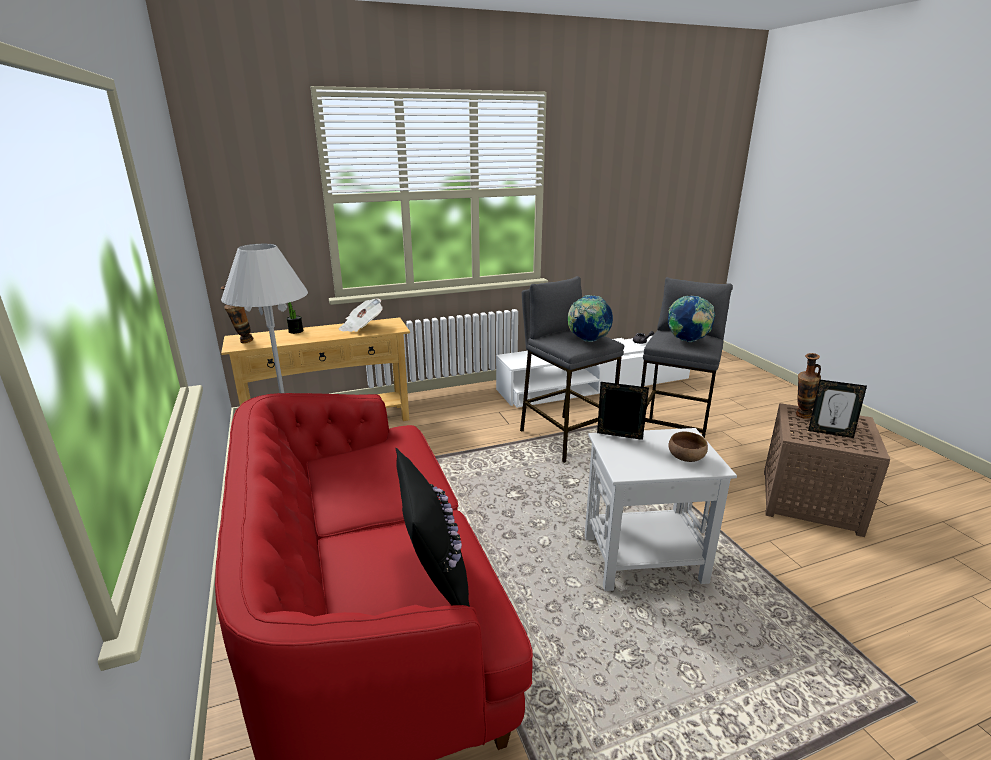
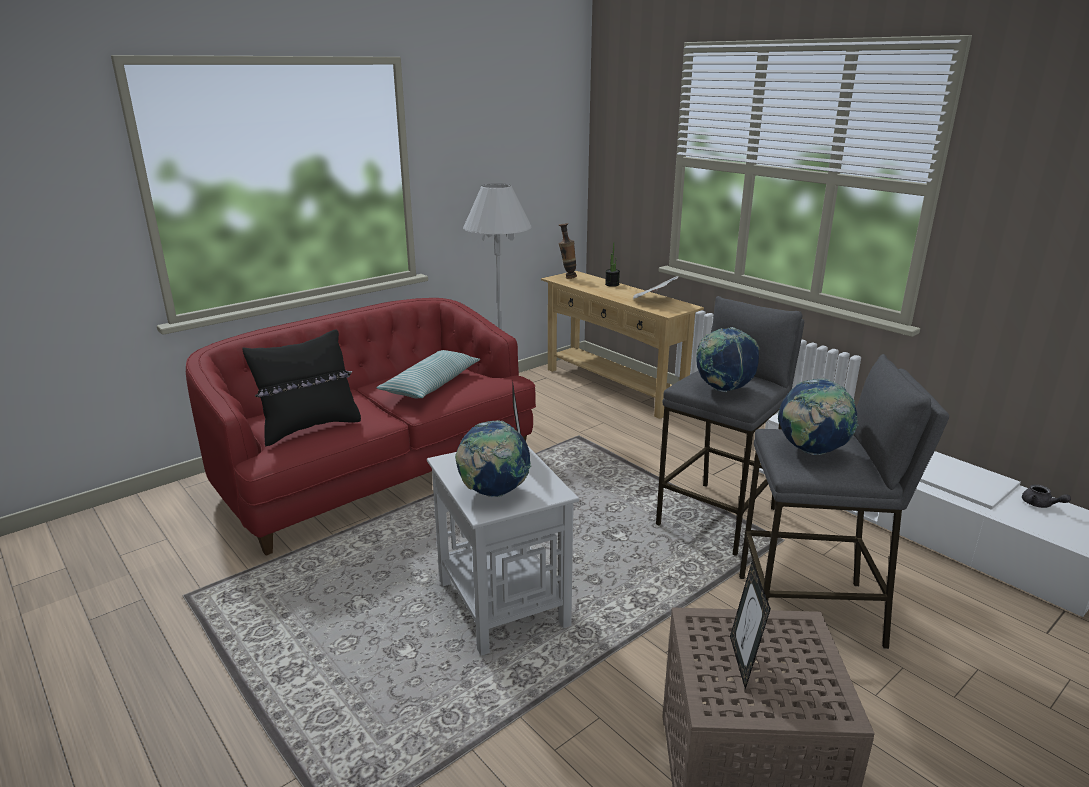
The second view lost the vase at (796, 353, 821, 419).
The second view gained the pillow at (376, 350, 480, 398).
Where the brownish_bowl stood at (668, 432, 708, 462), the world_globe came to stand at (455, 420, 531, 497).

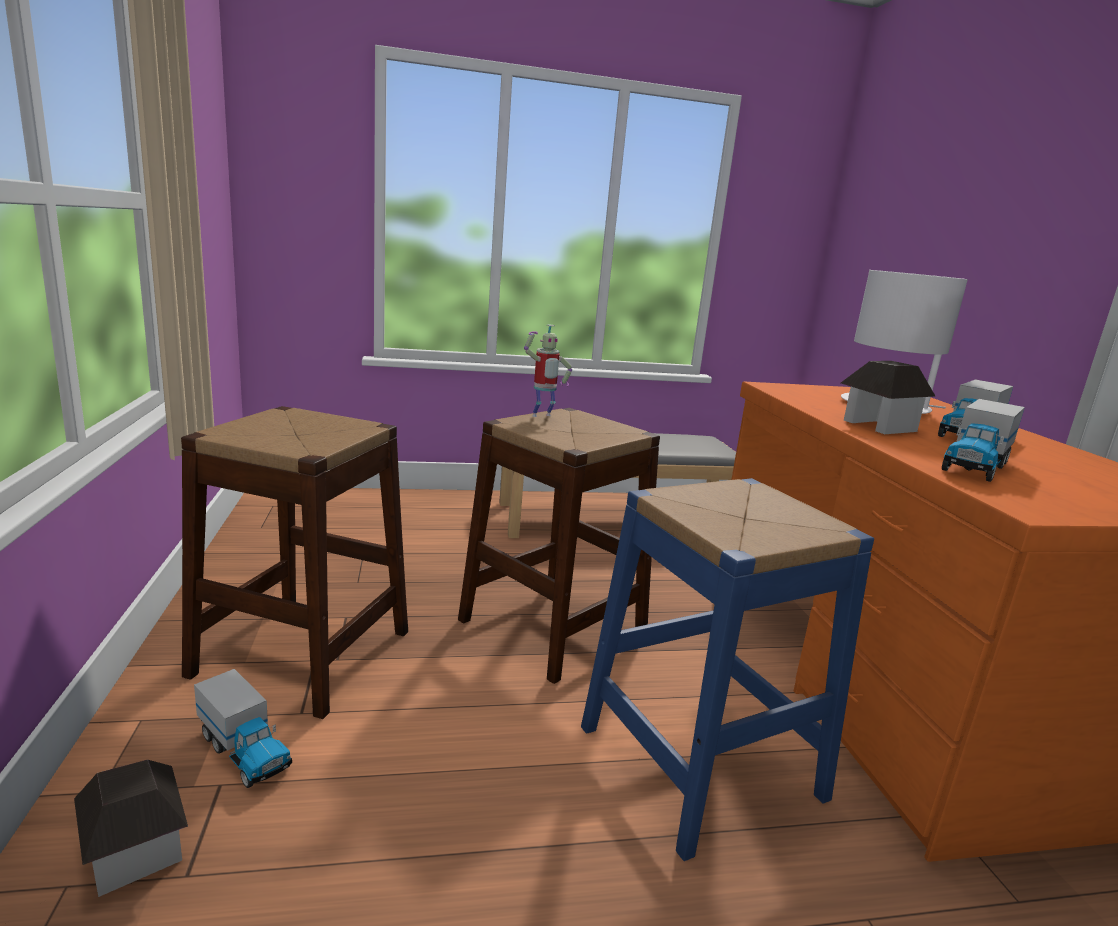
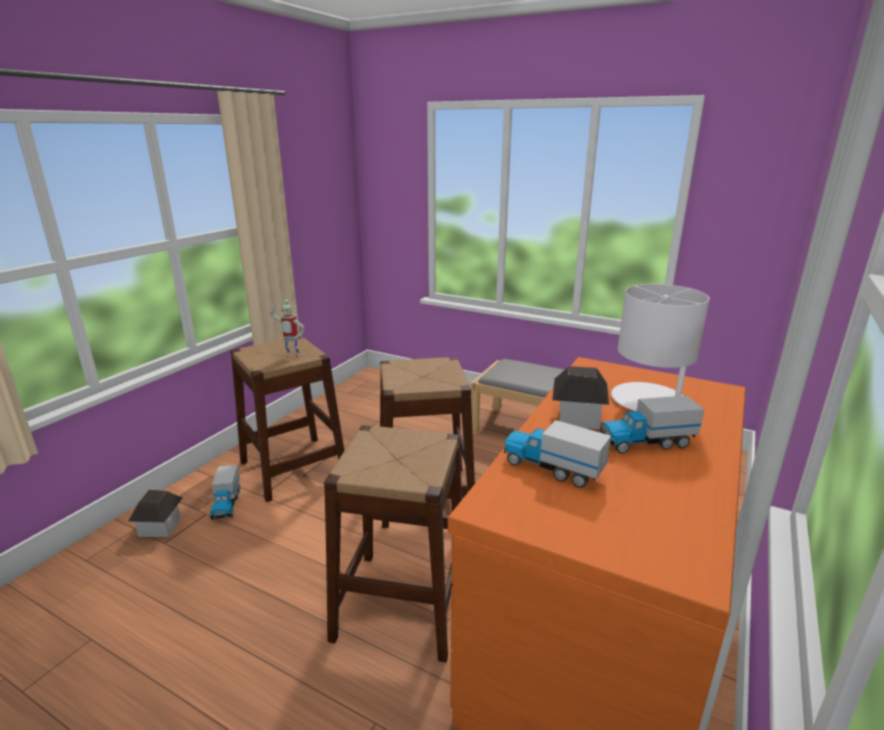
The toy_robot ended up elsewhere, having gone from (524, 325, 572, 417) to (270, 300, 305, 356).
What was the blue-coloured_stool at (581, 478, 874, 861) turned into the brownish_stool at (324, 425, 462, 663).
The toy_lorry at (942, 399, 1025, 482) ended up facing another way, 45 degrees clockwise from before.

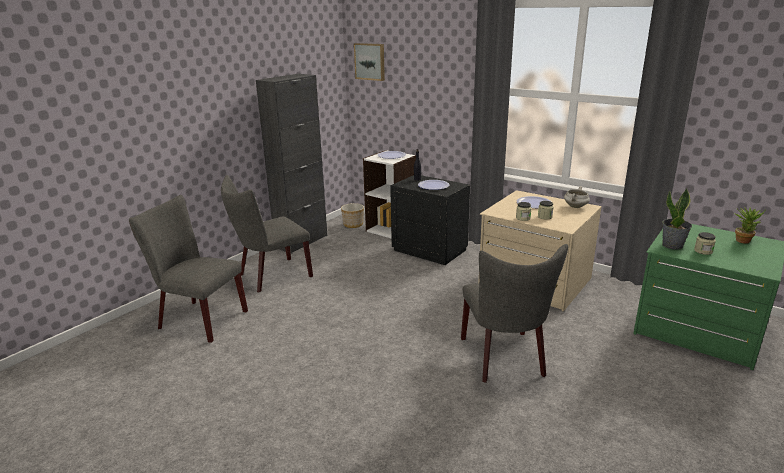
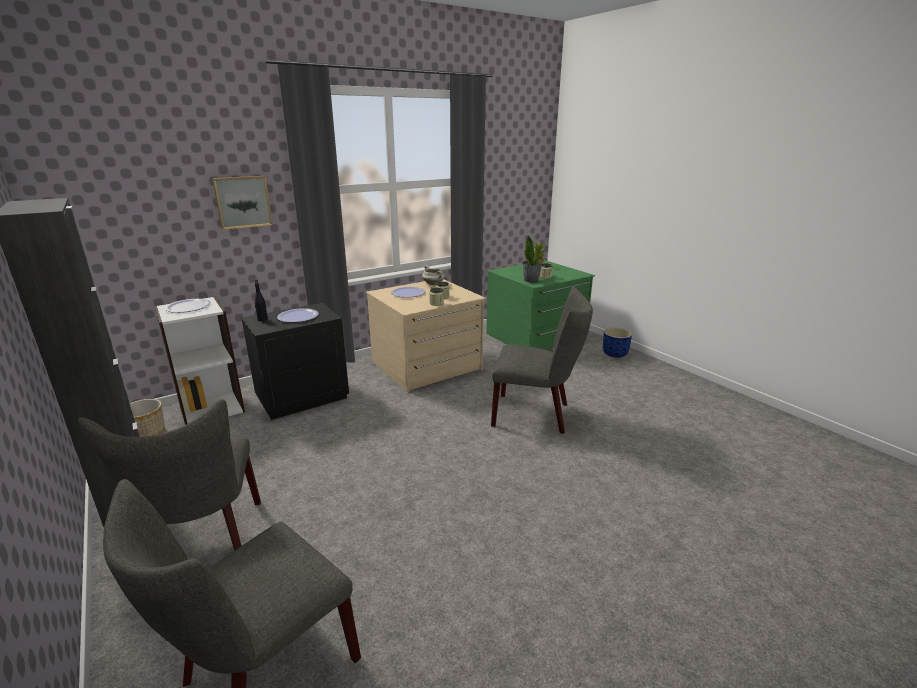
The second view gained the blue-coloured_flower_pot at (603, 328, 632, 358).
The picture ended up elsewhere, having gone from (354, 43, 385, 81) to (212, 176, 273, 230).

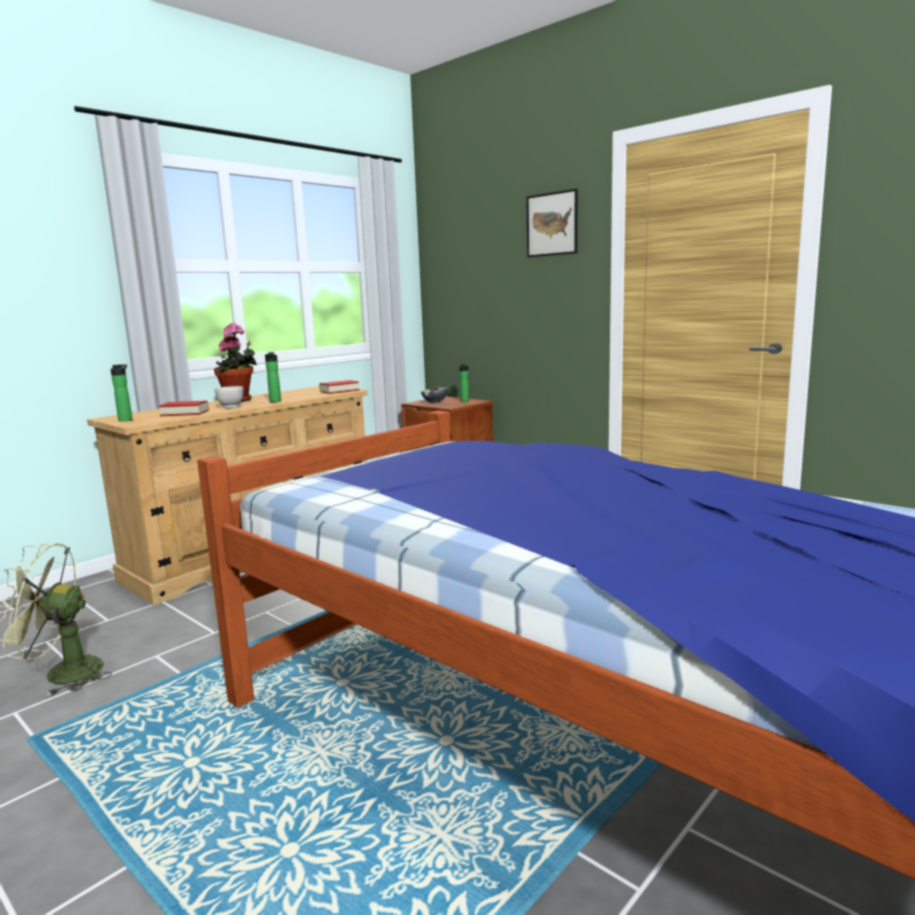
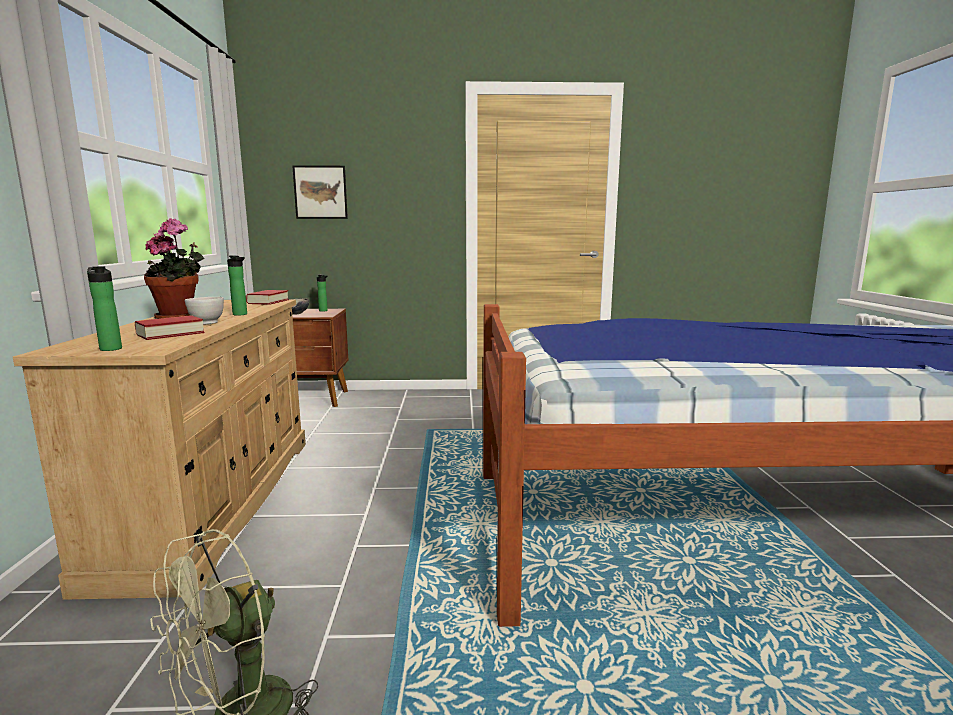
The picture ended up elsewhere, having gone from (526, 189, 578, 257) to (293, 165, 348, 219).

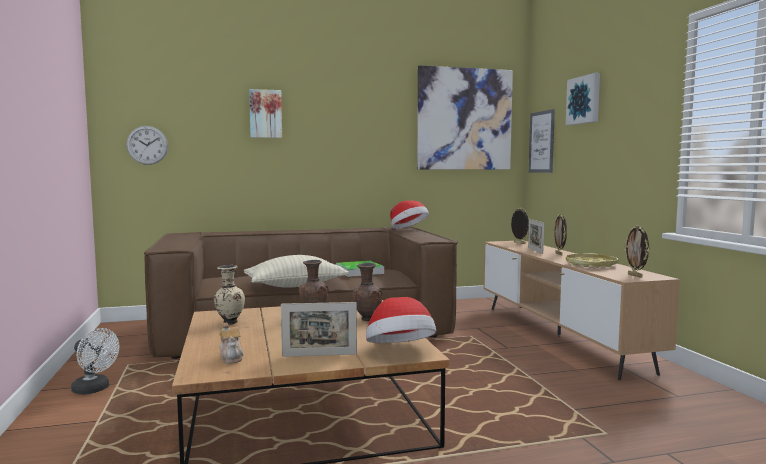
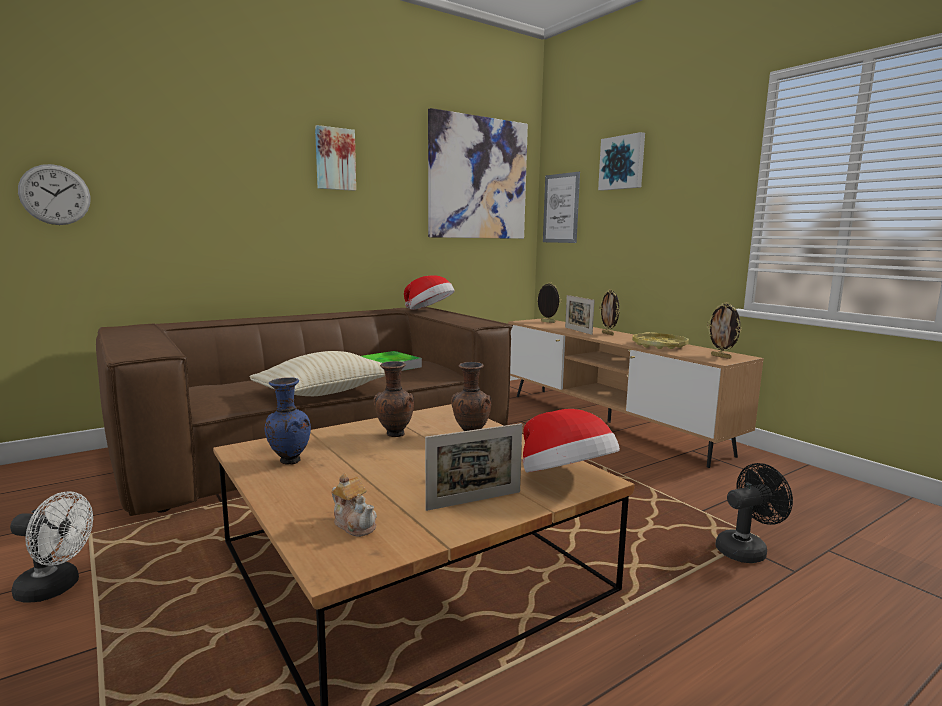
The second view gained the black_fan at (715, 463, 793, 563).
The picture ended up elsewhere, having gone from (249, 89, 282, 138) to (315, 125, 356, 191).
What was the beige_vase at (214, 265, 245, 325) turned into the blue-coloured_vase at (265, 377, 311, 465).

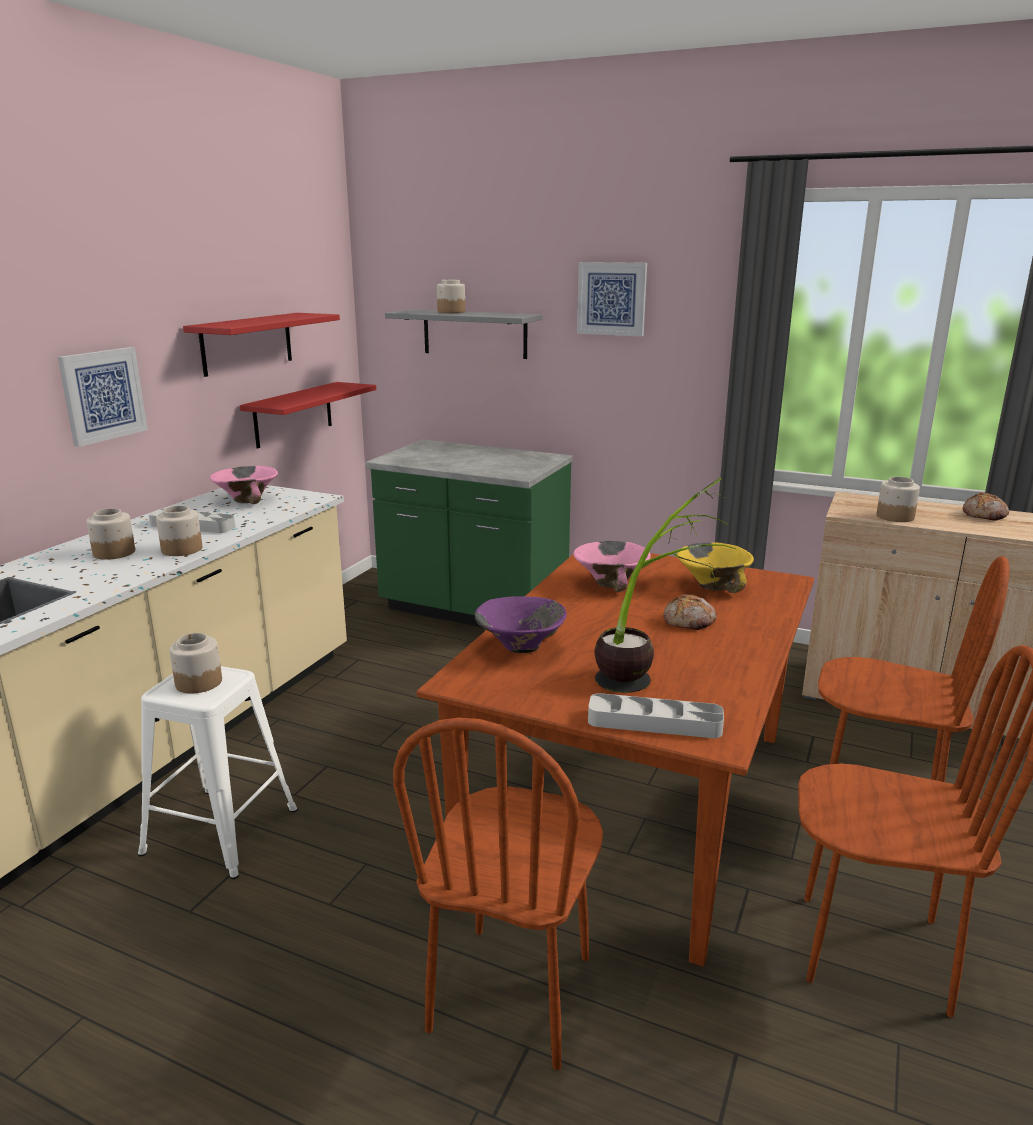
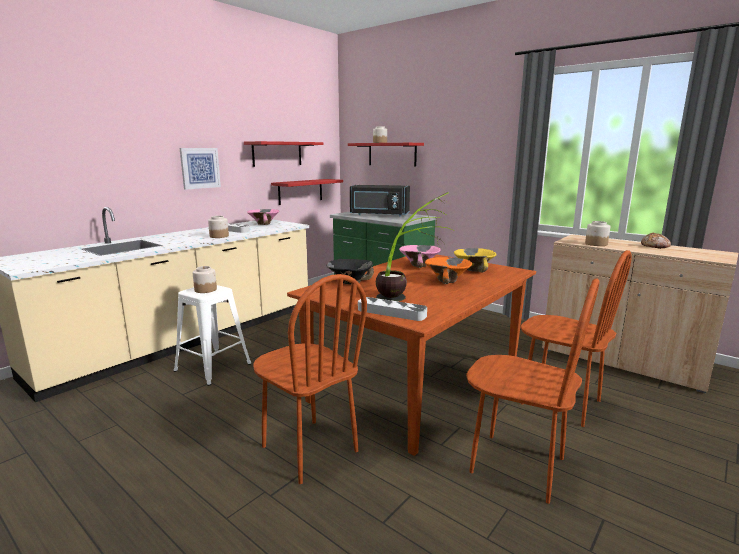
The second view lost the jar at (87, 508, 135, 560).
The second view lost the picture at (577, 262, 647, 337).
The second view gained the black_kitchen_microwave at (350, 185, 410, 217).
Where the baked_bread stood at (663, 594, 716, 630), the orange_bowl came to stand at (425, 257, 472, 284).
What was the gray_shelf at (385, 309, 543, 359) turned into the red_shelf at (348, 143, 424, 166).
What was the purple_bowl at (474, 596, 567, 653) turned into the black_bowl at (326, 259, 374, 285).
The brownish_plain_chair at (393, 717, 603, 1070) ended up facing another way, 75 degrees counterclockwise from before.

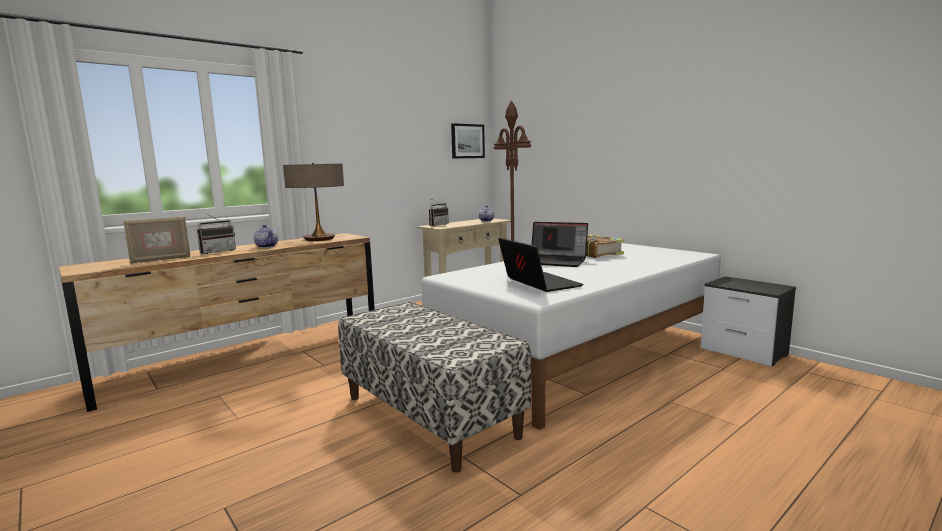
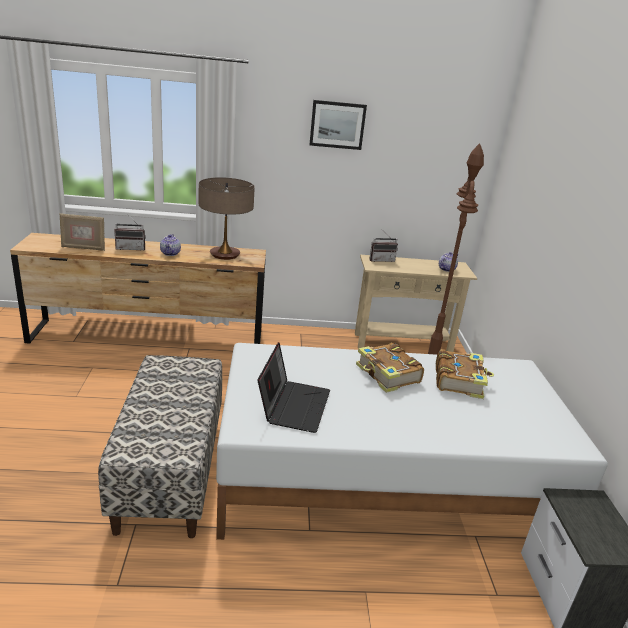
The picture ended up elsewhere, having gone from (451, 123, 485, 159) to (309, 100, 367, 150).
Where the notebook_computer stood at (532, 222, 588, 267), the book came to stand at (356, 343, 424, 393).

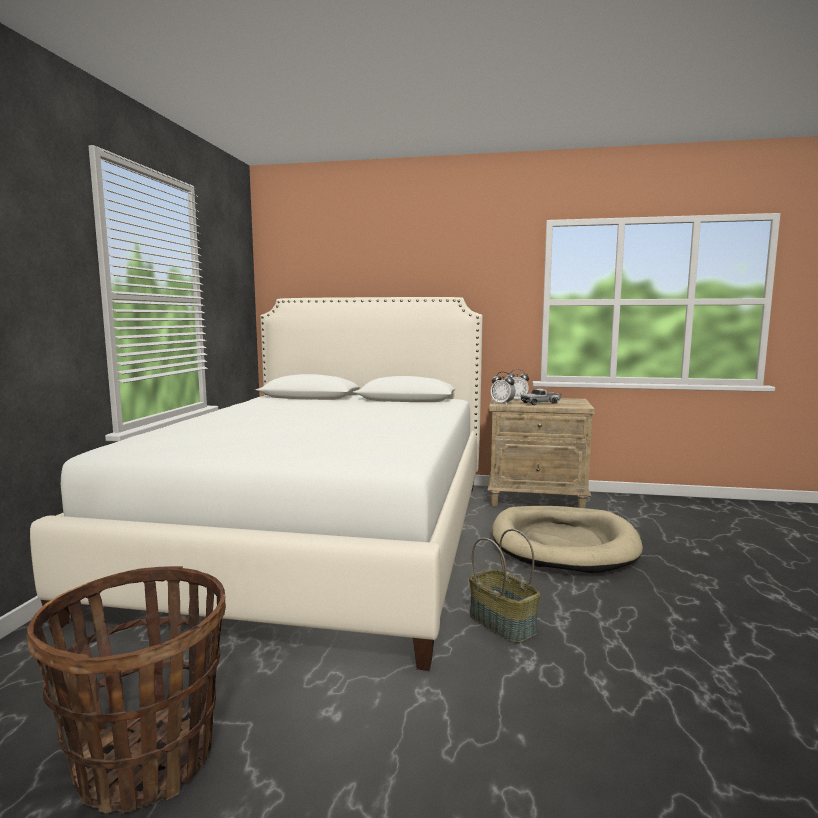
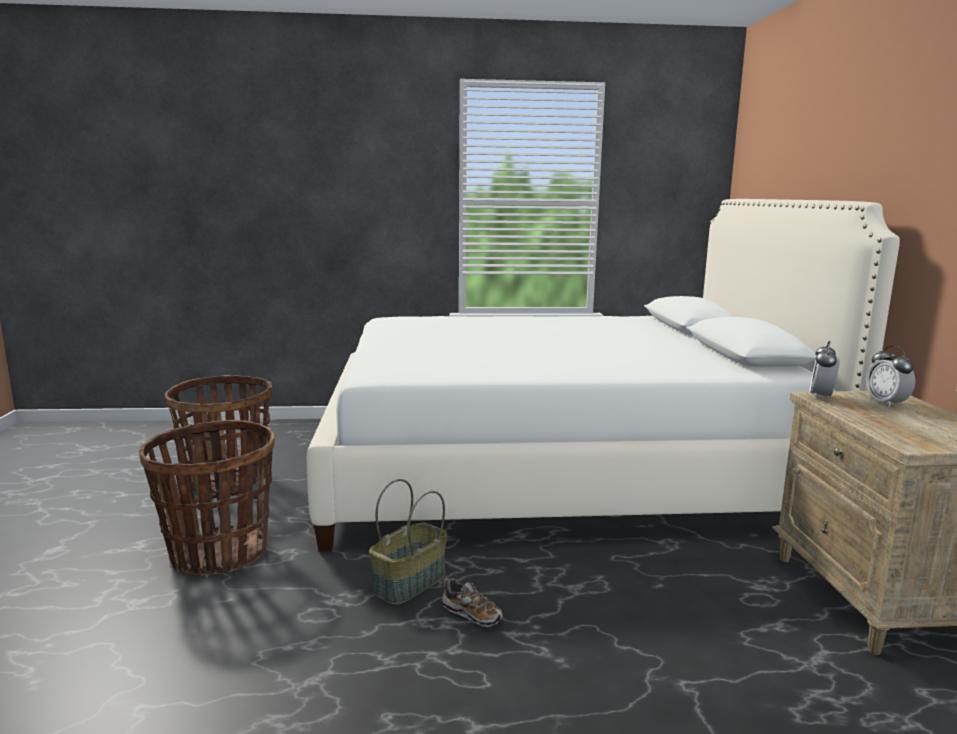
The second view lost the beige_dog_bed at (492, 506, 643, 573).
The second view lost the toy_lorry at (521, 389, 561, 405).
The second view gained the basket at (139, 420, 274, 575).
The second view gained the shoe at (442, 578, 503, 627).

